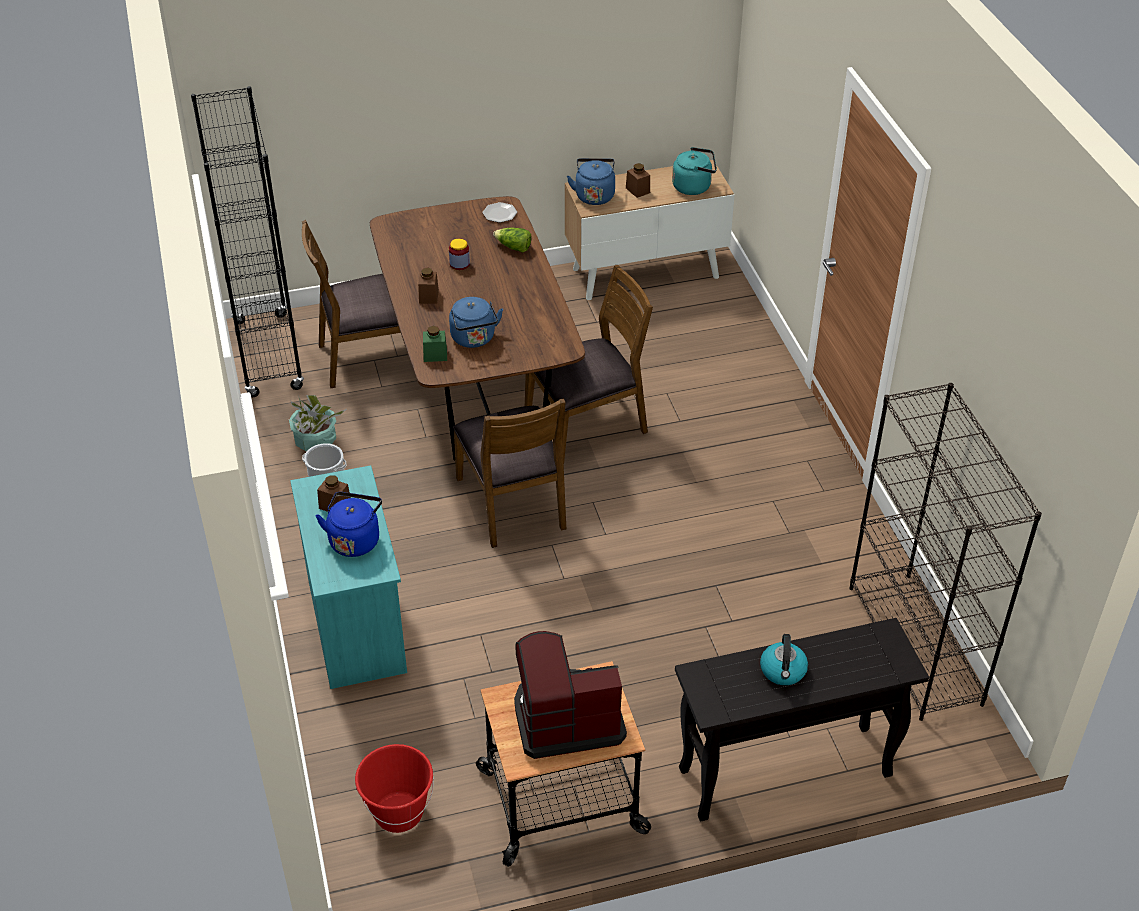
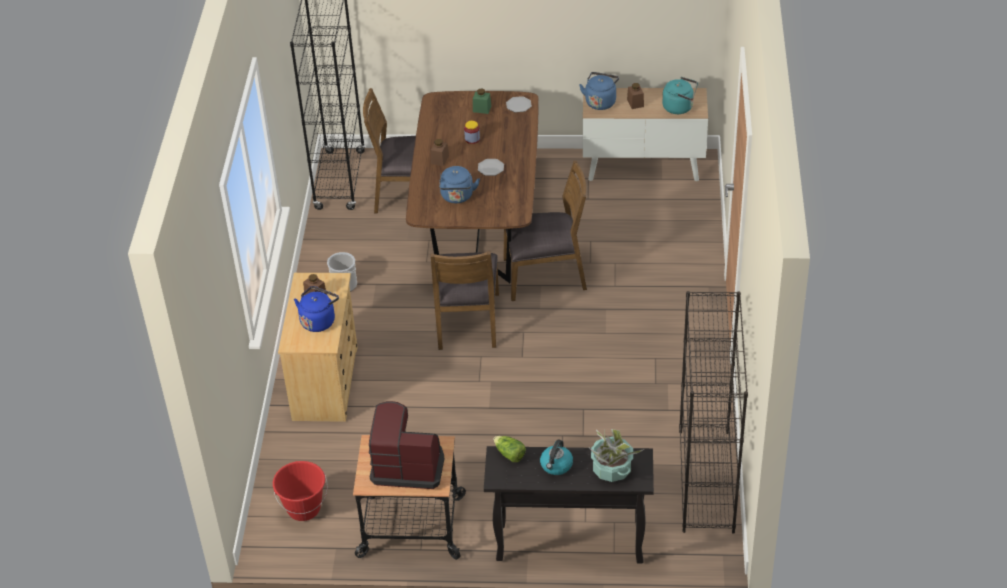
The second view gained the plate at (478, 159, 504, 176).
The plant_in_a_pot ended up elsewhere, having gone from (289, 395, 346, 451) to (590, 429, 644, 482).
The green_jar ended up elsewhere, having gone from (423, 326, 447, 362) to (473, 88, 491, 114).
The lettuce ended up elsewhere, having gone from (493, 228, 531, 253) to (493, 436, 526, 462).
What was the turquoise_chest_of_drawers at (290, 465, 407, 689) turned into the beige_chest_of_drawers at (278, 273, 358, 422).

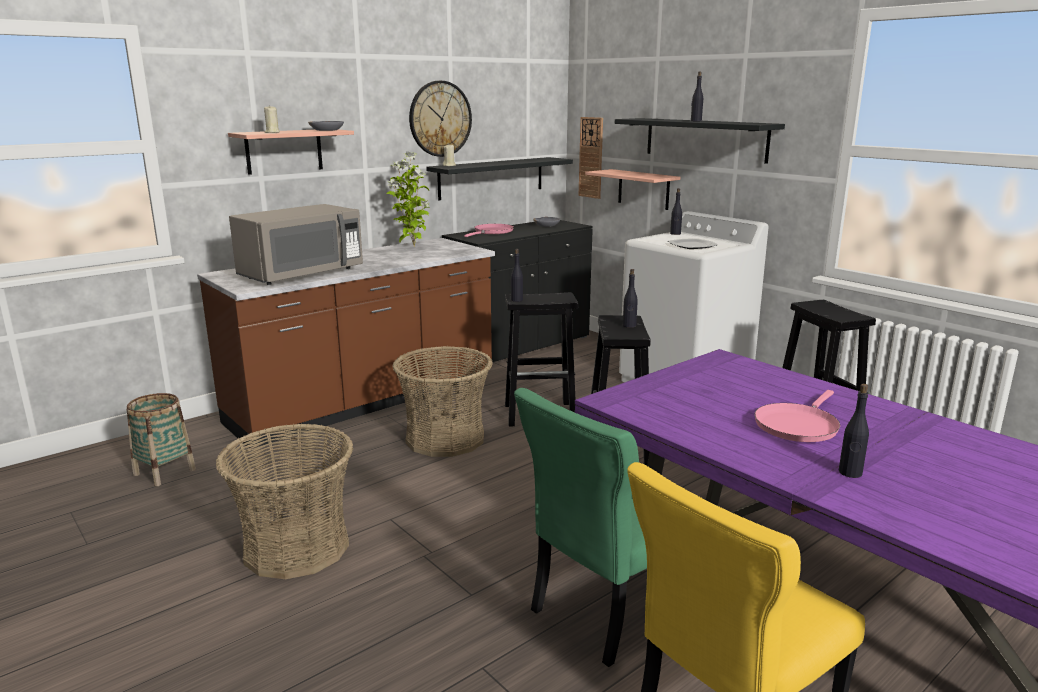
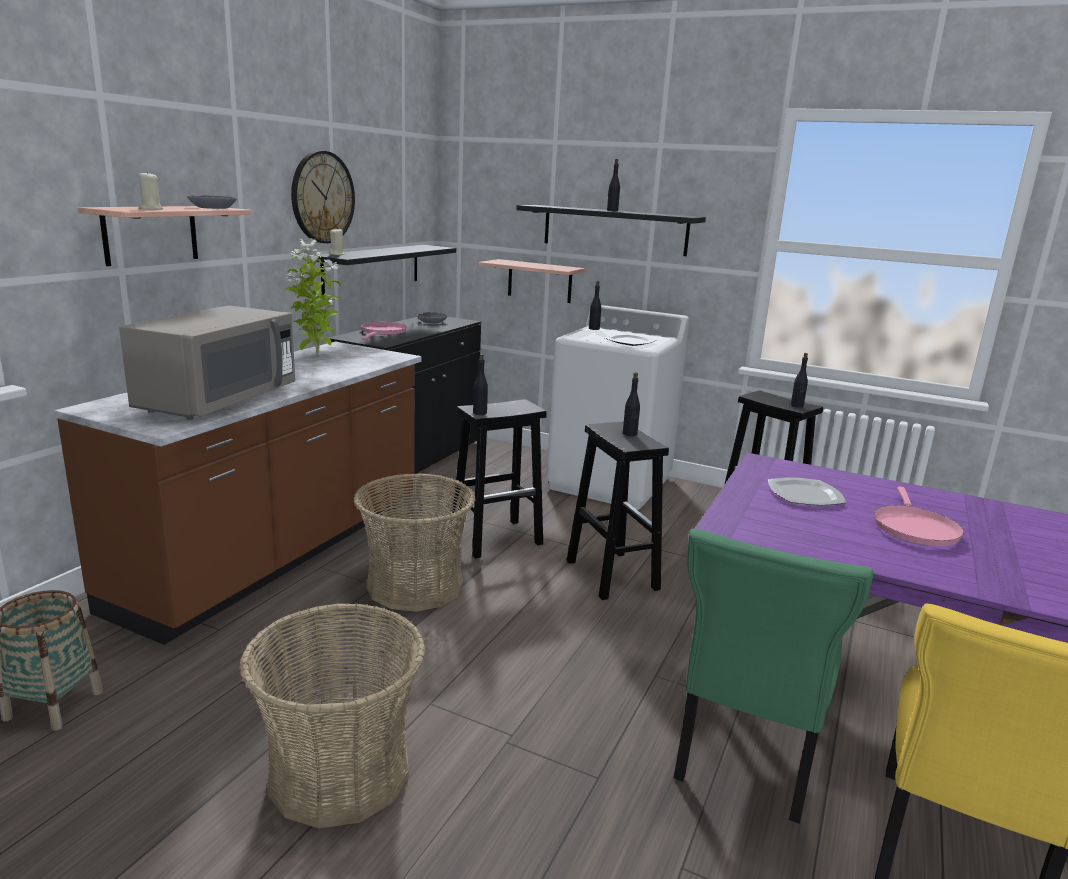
The second view lost the wall_clock at (579, 117, 603, 199).
The second view gained the plate at (768, 478, 846, 505).
The black_bottle ended up elsewhere, having gone from (839, 384, 869, 478) to (791, 353, 808, 408).

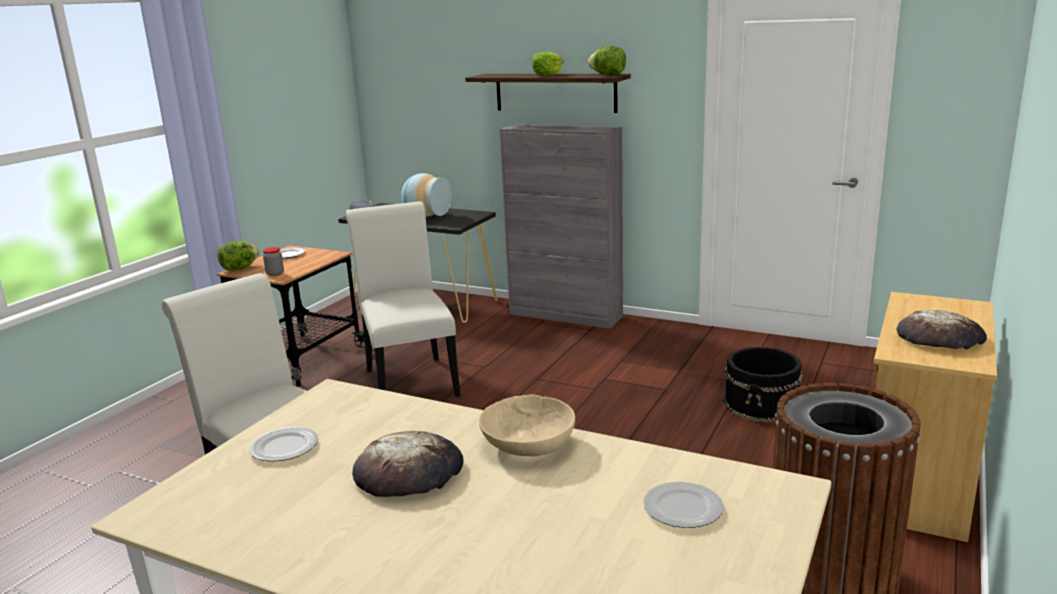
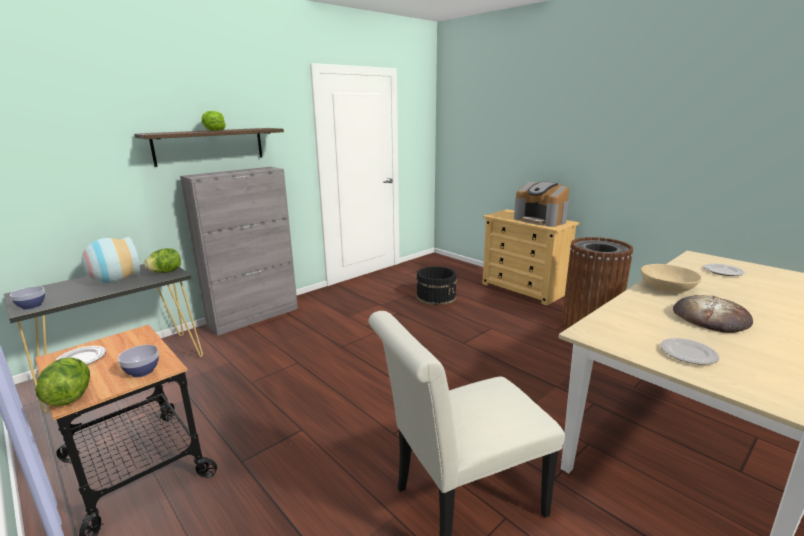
The second view lost the white-coloured_plain_chair at (346, 202, 461, 397).
The lettuce ended up elsewhere, having gone from (588, 46, 626, 75) to (144, 248, 181, 273).
Where the jar stood at (263, 247, 284, 276), the bowl came to stand at (118, 345, 159, 377).
Where the baked_bread stood at (897, 310, 987, 350), the coffee_maker came to stand at (514, 182, 569, 227).

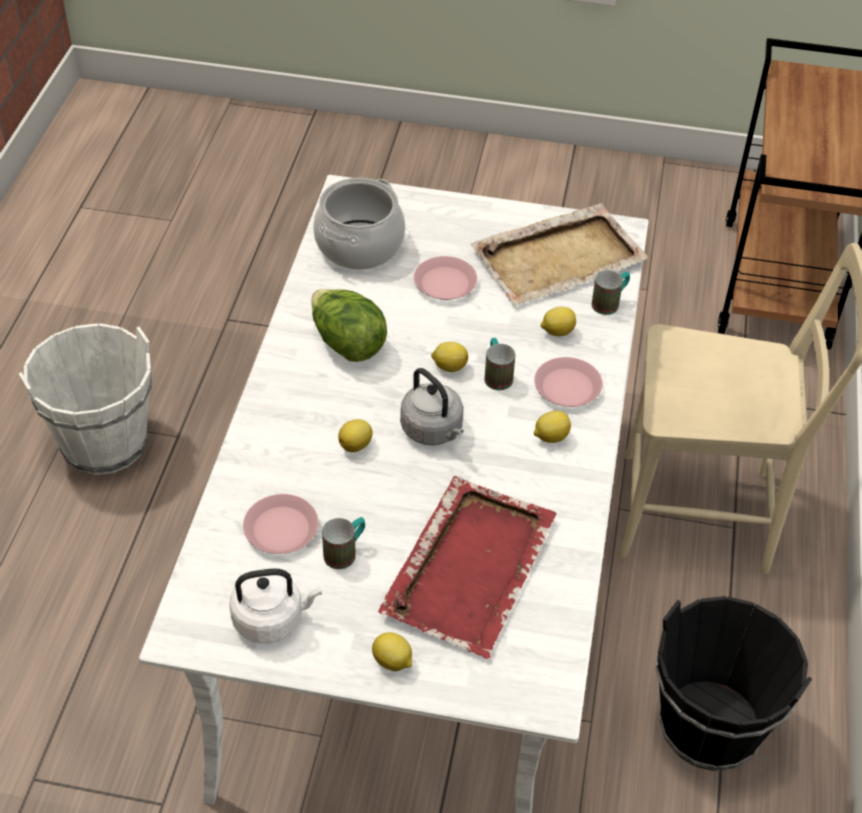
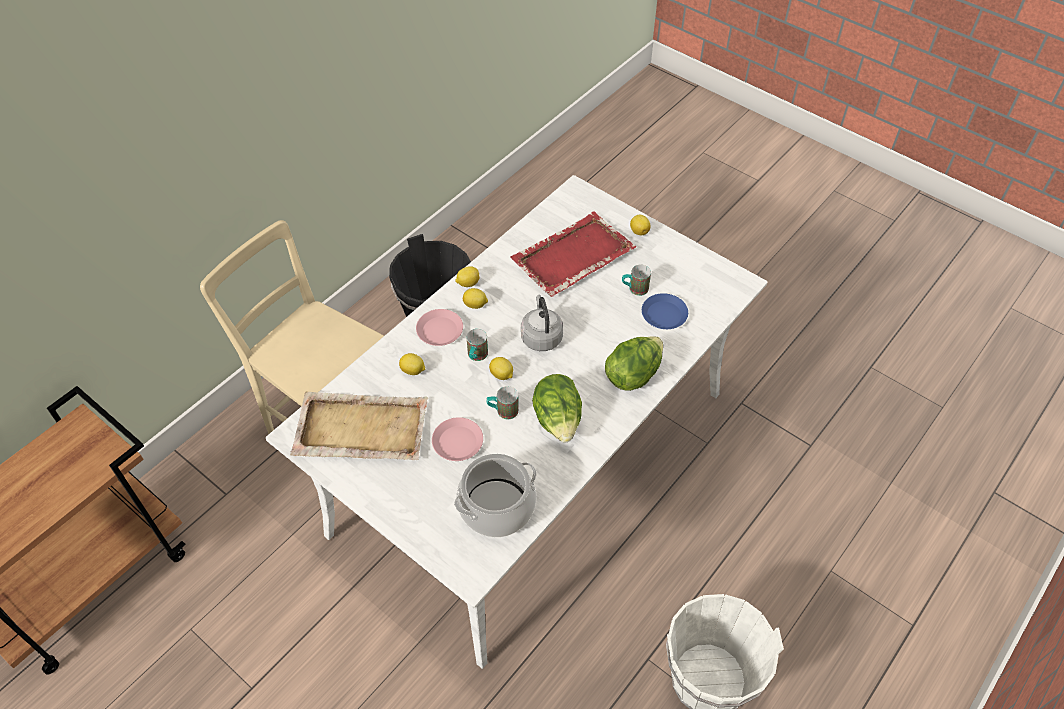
The second view lost the white-coloured_water_kettle at (229, 568, 322, 643).
The second view gained the lettuce at (605, 336, 663, 391).
The citrus_fruit ended up elsewhere, having gone from (338, 419, 373, 452) to (455, 266, 480, 287).
The mug ended up elsewhere, having gone from (592, 270, 630, 315) to (487, 386, 519, 419).
What was the pinkish_plate at (243, 494, 319, 554) turned into the blue-coloured_plate at (642, 293, 688, 329).

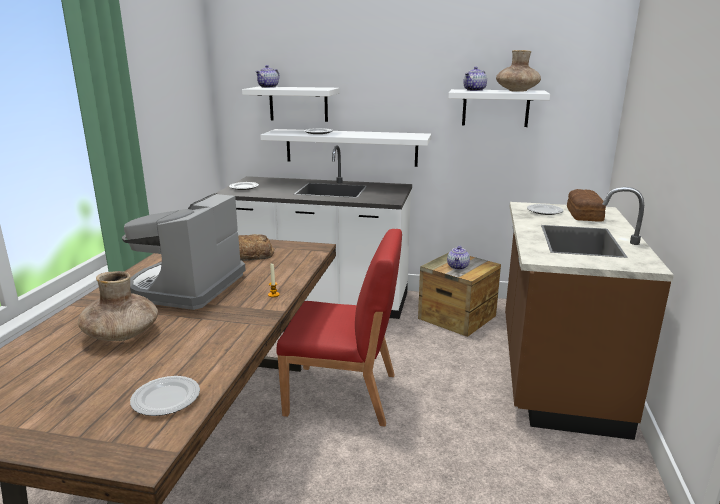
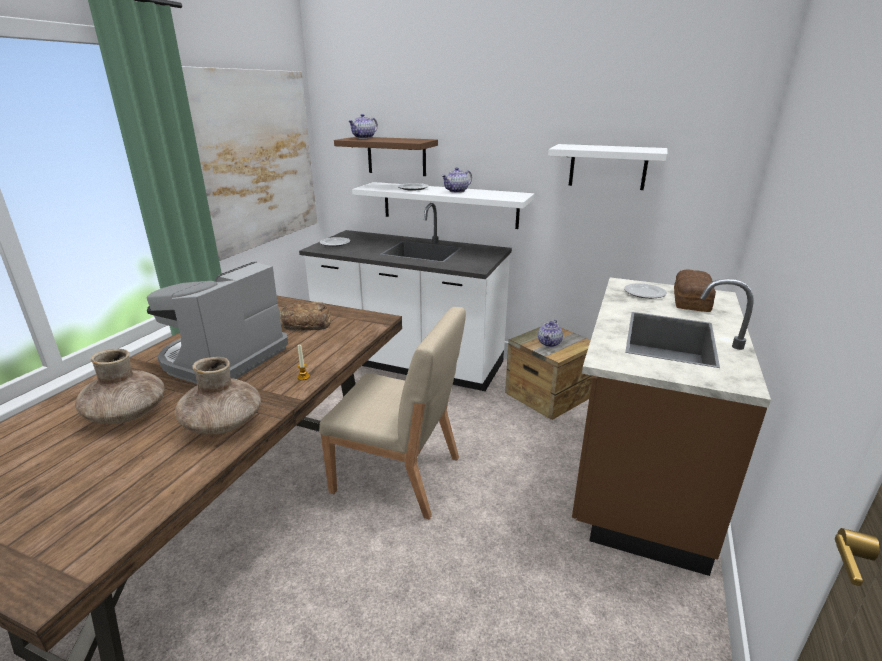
The second view lost the plate at (130, 376, 200, 416).
The second view gained the picture at (182, 66, 317, 261).
The tea_pot ended up elsewhere, having gone from (463, 67, 487, 91) to (442, 167, 472, 193).
The brownish_vase ended up elsewhere, having gone from (496, 50, 541, 92) to (175, 357, 261, 434).
What was the white-coloured_shelf at (242, 87, 339, 122) turned into the brownish_shelf at (334, 137, 438, 176).
What was the red_plain_chair at (277, 229, 402, 426) turned into the beige_plain_chair at (319, 307, 466, 519).

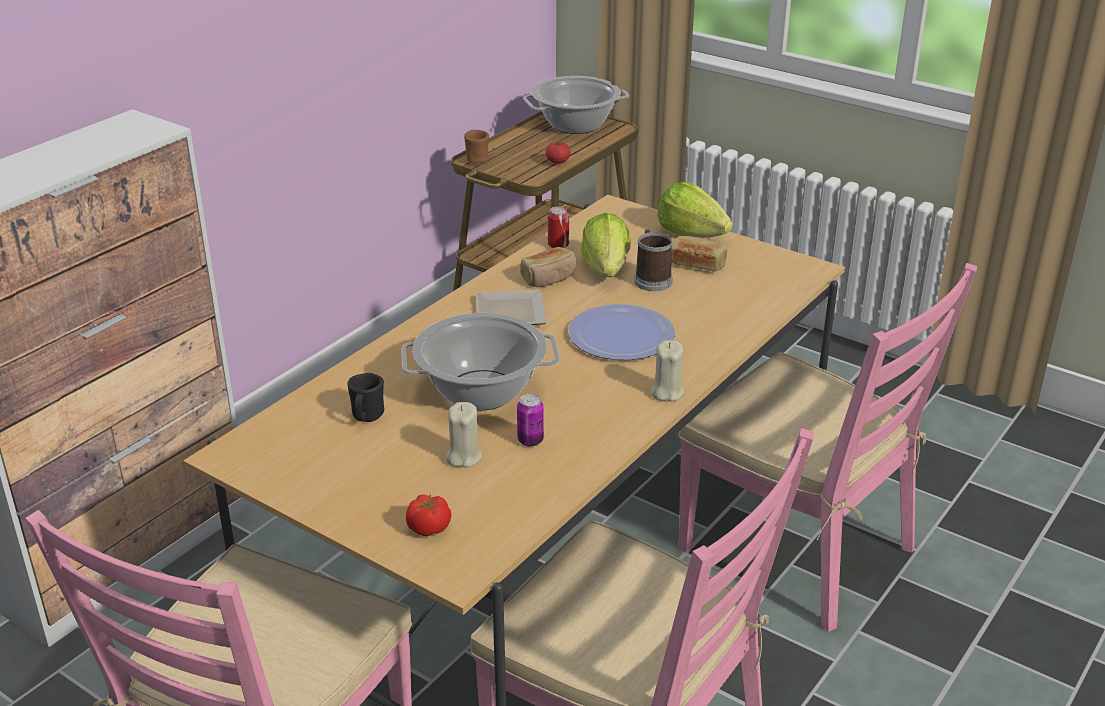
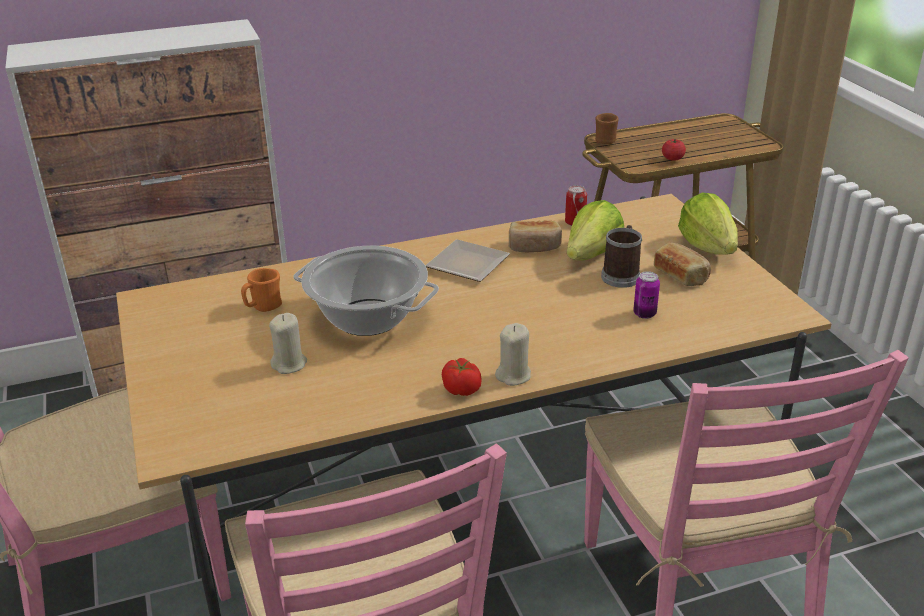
The second view lost the stockpot at (523, 76, 629, 134).
The second view lost the plate at (568, 304, 675, 360).
The tomato ended up elsewhere, having gone from (406, 494, 452, 536) to (442, 358, 481, 396).
The can ended up elsewhere, having gone from (517, 394, 544, 447) to (633, 271, 660, 319).
What was the black_mug at (348, 373, 384, 422) turned into the orange_mug at (241, 268, 282, 312).

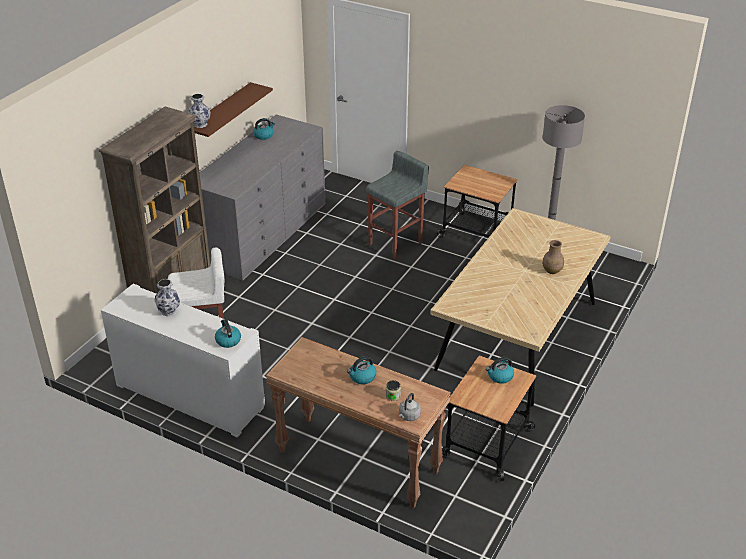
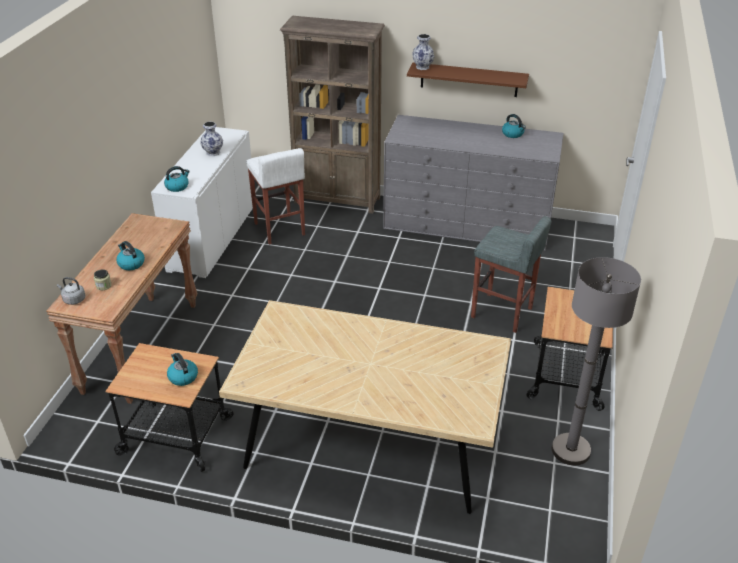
The second view lost the brownish_vase at (542, 240, 564, 274).

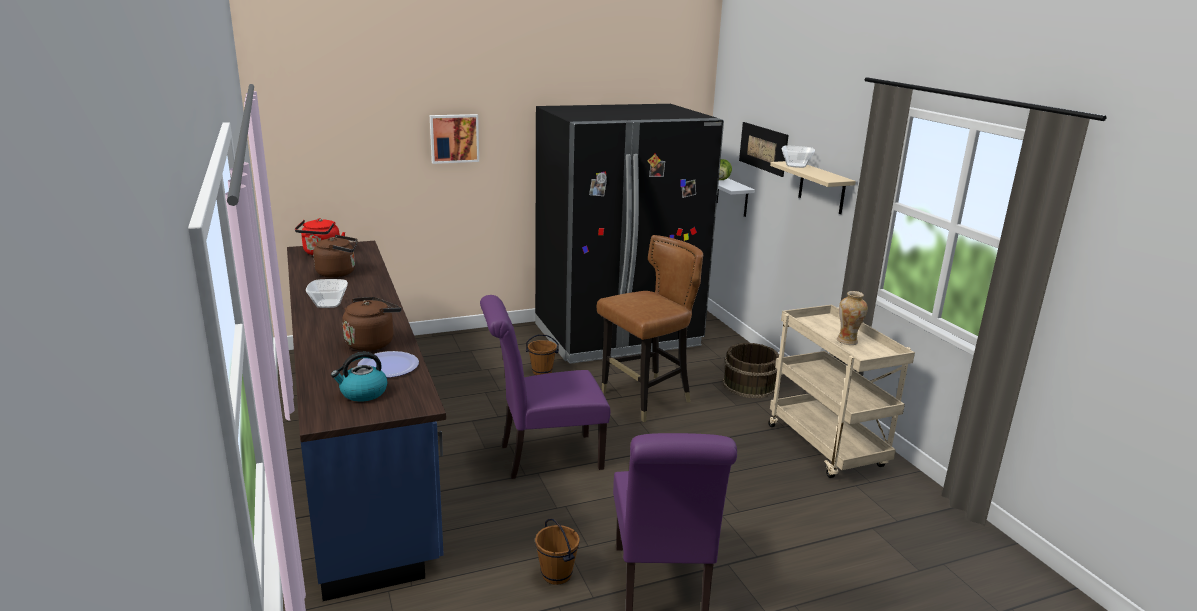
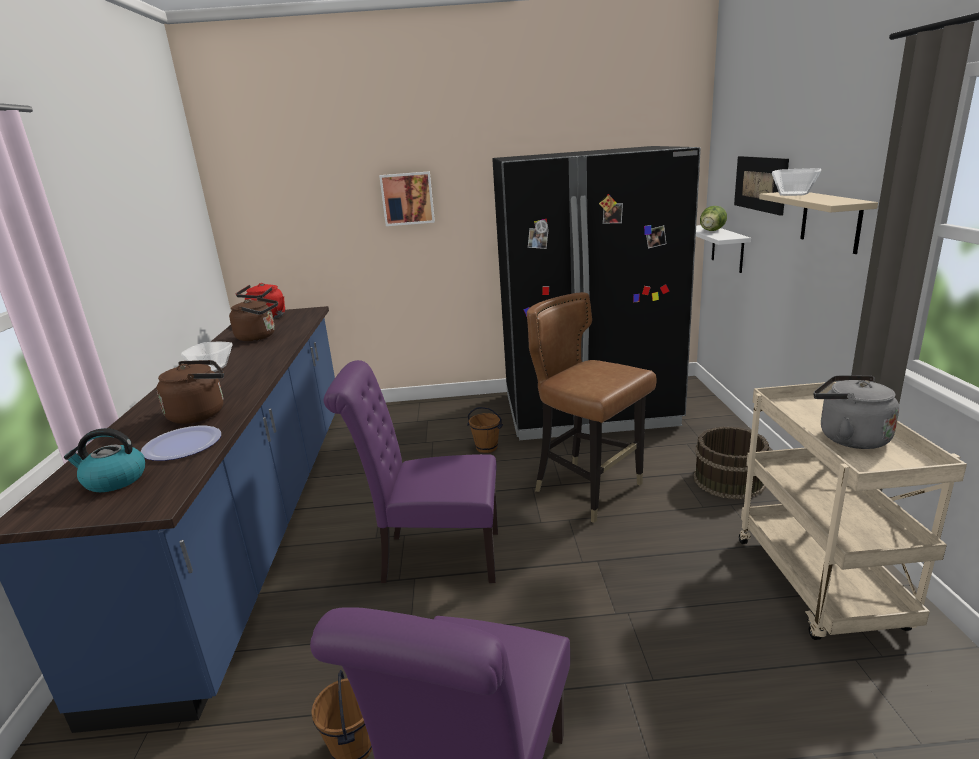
Where the vase stood at (837, 291, 868, 345), the gray_water_kettle came to stand at (813, 375, 899, 449).
The brownish_plain_chair at (597, 235, 703, 422) ended up facing another way, 120 degrees counterclockwise from before.

